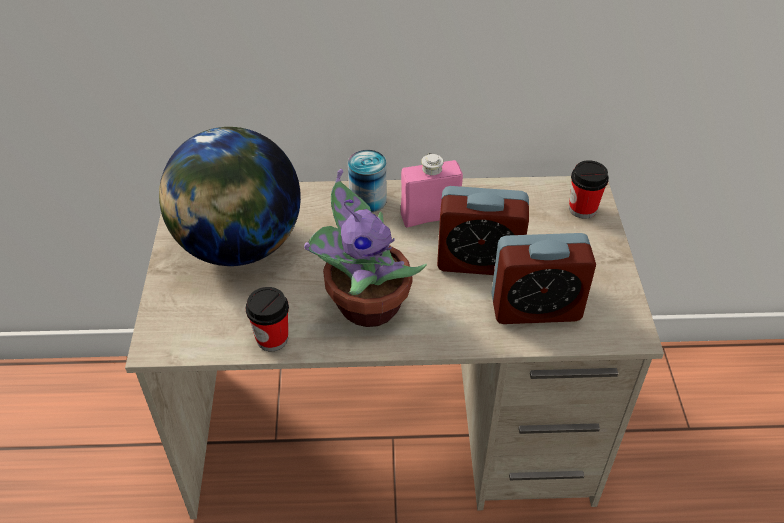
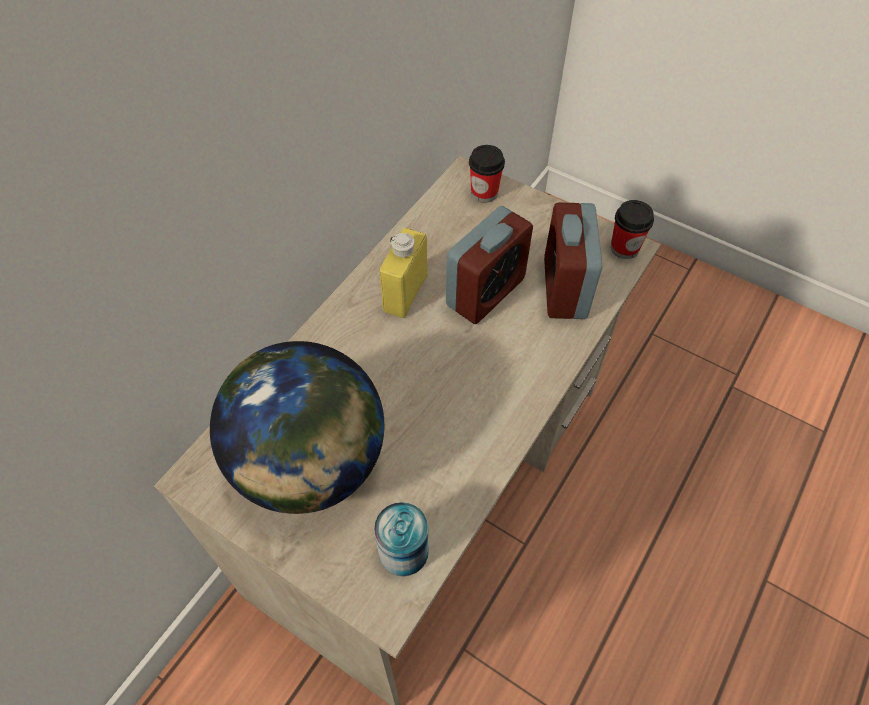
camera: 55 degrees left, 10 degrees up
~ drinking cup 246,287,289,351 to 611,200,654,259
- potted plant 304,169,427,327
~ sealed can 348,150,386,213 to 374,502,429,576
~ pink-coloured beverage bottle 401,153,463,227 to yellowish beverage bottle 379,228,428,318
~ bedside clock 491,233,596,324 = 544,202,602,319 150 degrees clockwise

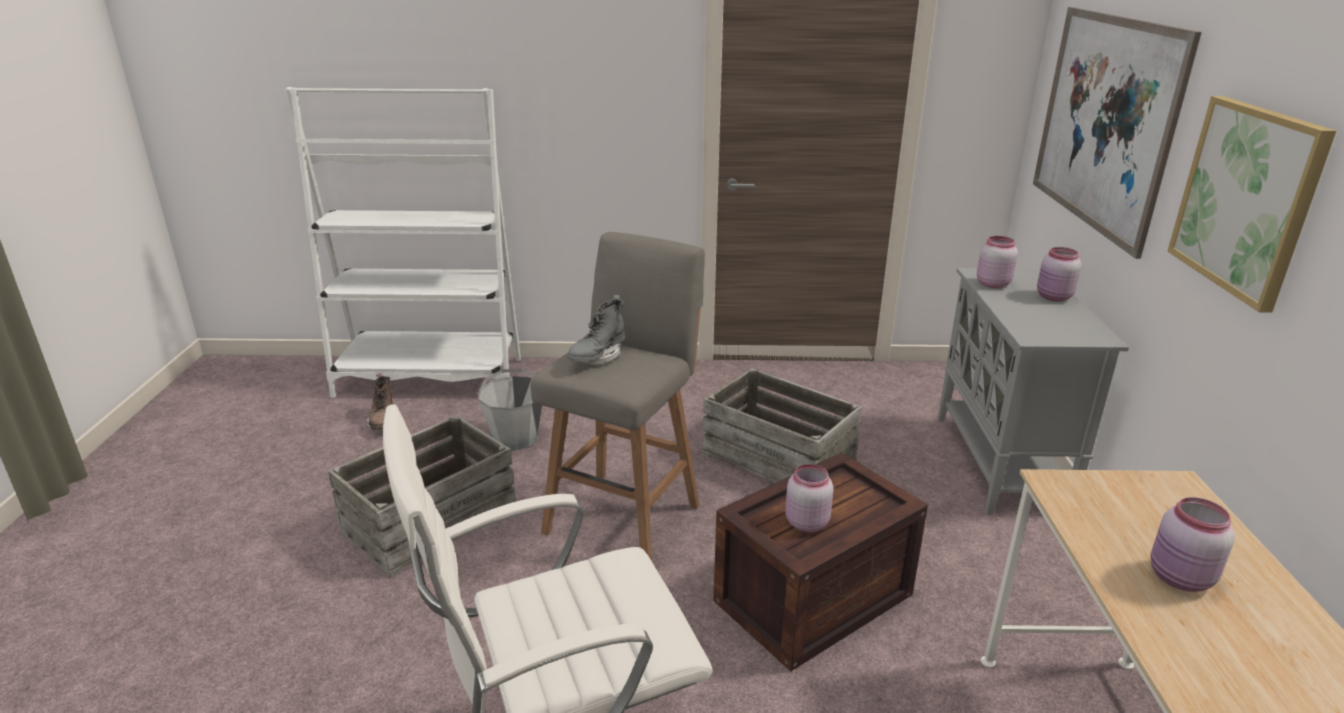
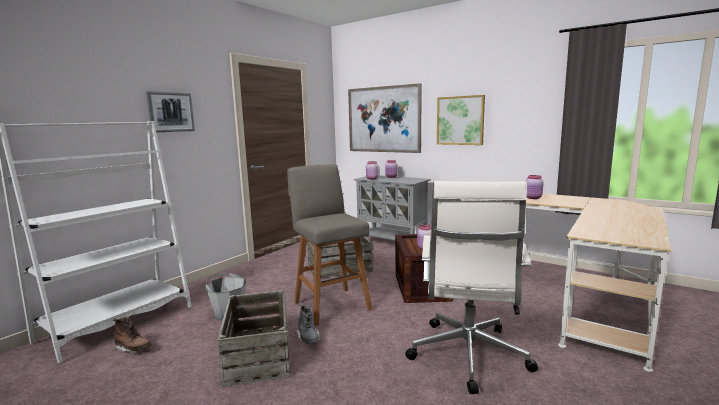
camera: 55 degrees left, 15 degrees down
~ grey boot 567,295,625,365 to 295,304,320,344
+ wall art 146,91,195,132

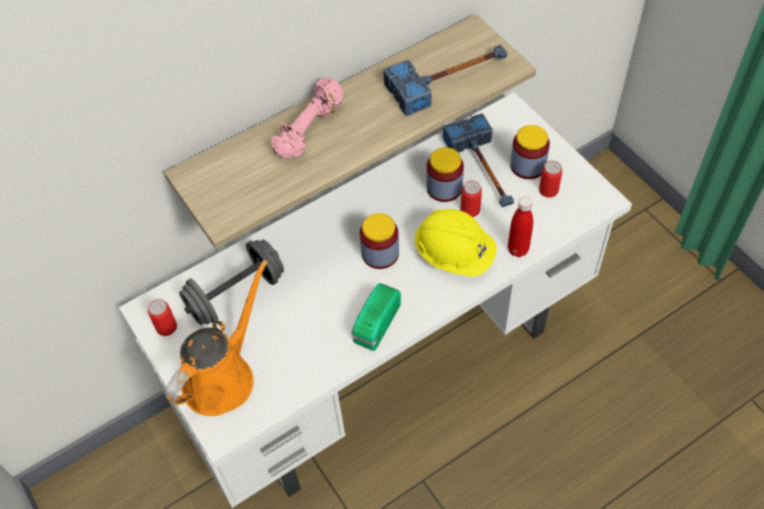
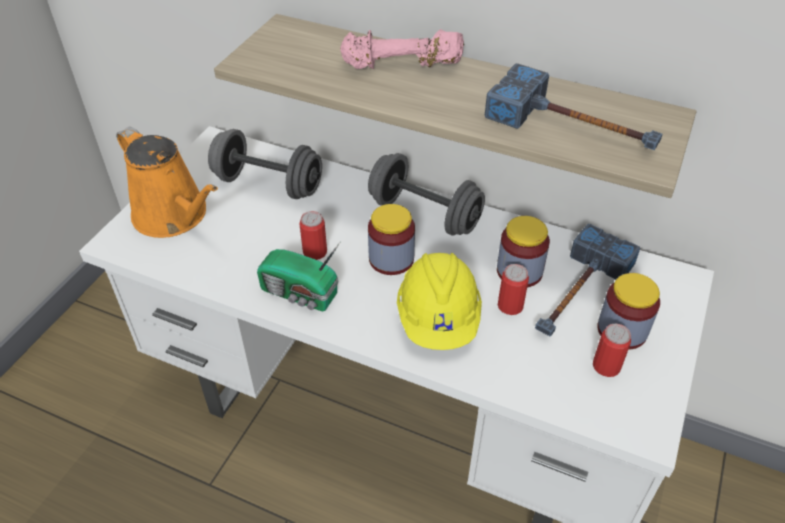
camera: 55 degrees right, 10 degrees down
~ sealed can 148,299,177,336 to 300,211,327,260
~ orange watering can 166,260,268,416 = 116,126,218,238 45 degrees clockwise
~ radio receiver 351,283,401,351 = 257,242,340,311 150 degrees counterclockwise
- red beverage bottle 508,196,533,257
+ grey free weight 368,153,485,236

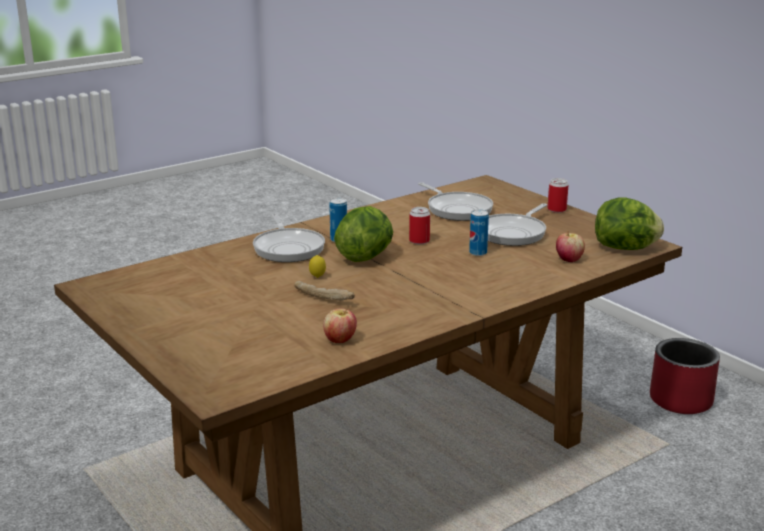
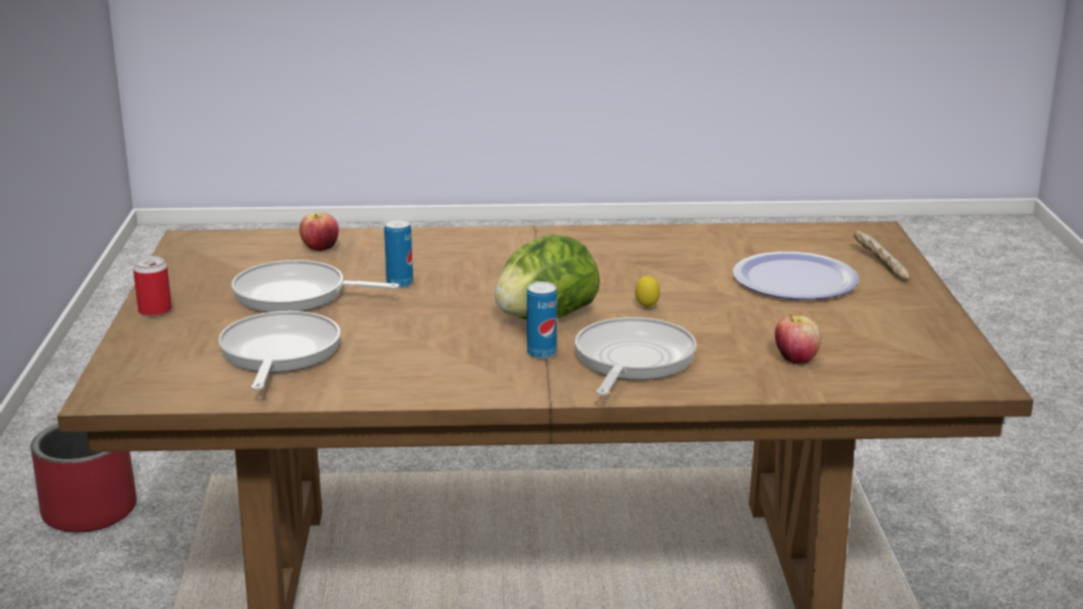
camera: 145 degrees left, 0 degrees up
~ bakery bread 294,281,355,301 to 854,230,909,281
~ apple fruit 323,308,357,343 to 775,313,821,364
- sealed can 409,207,430,244
~ frying pan 488,203,547,246 = 231,260,399,313 150 degrees counterclockwise
- lettuce head 595,197,664,250
+ plate 733,251,859,300

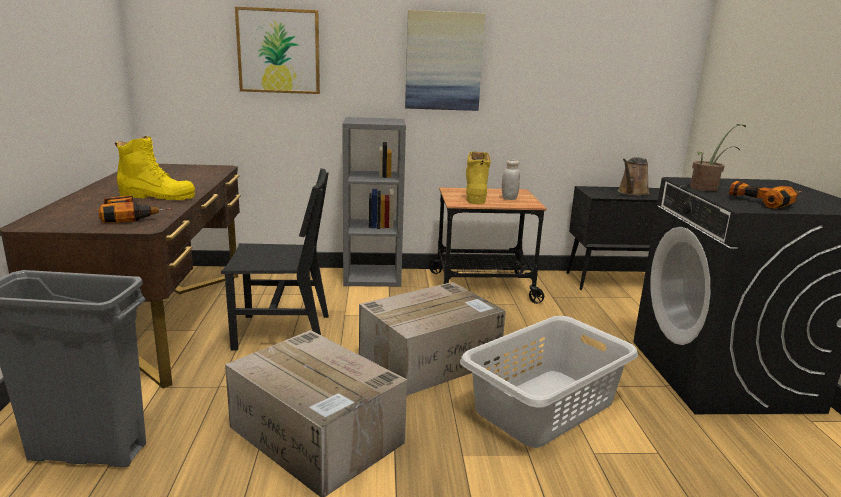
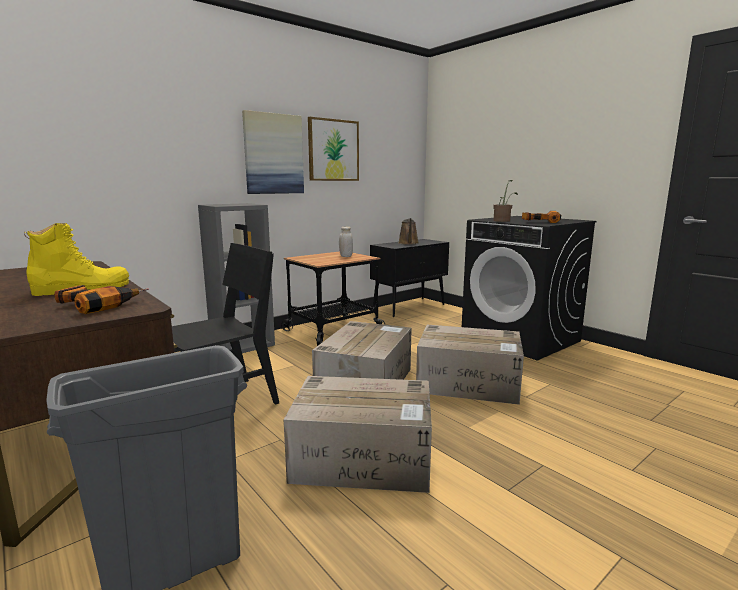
camera: 35 degrees left, 5 degrees down
~ wall art 235,7,320,94 to 308,117,359,181
~ grey laundry basket 460,316,638,448 to packing box 416,325,524,405
- yellowish boot 466,151,491,204

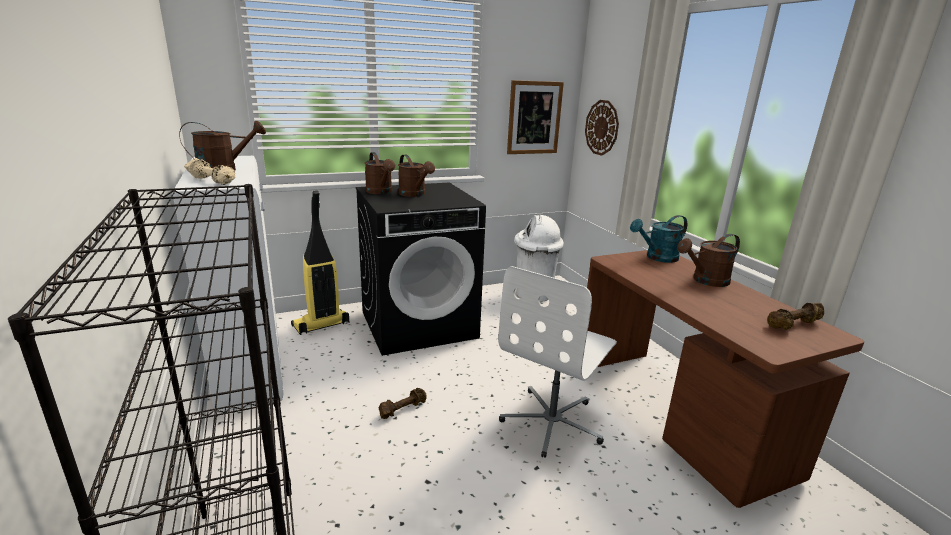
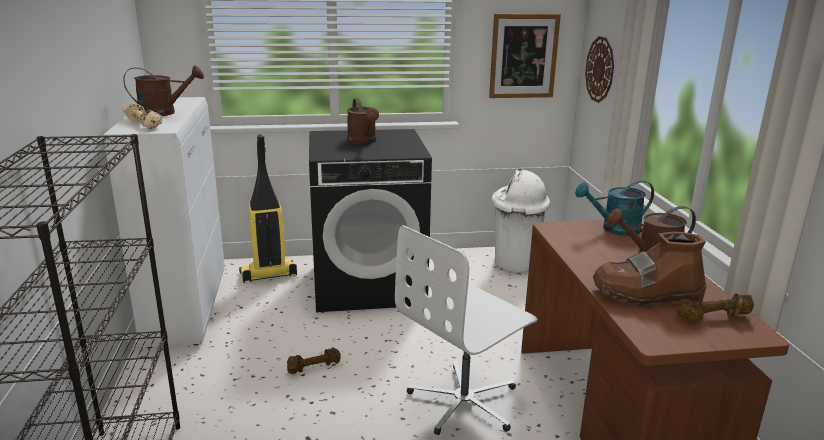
camera: 15 degrees right, 0 degrees up
- brown-coloured watering can 365,152,395,194
+ brown-coloured boot 593,232,707,306

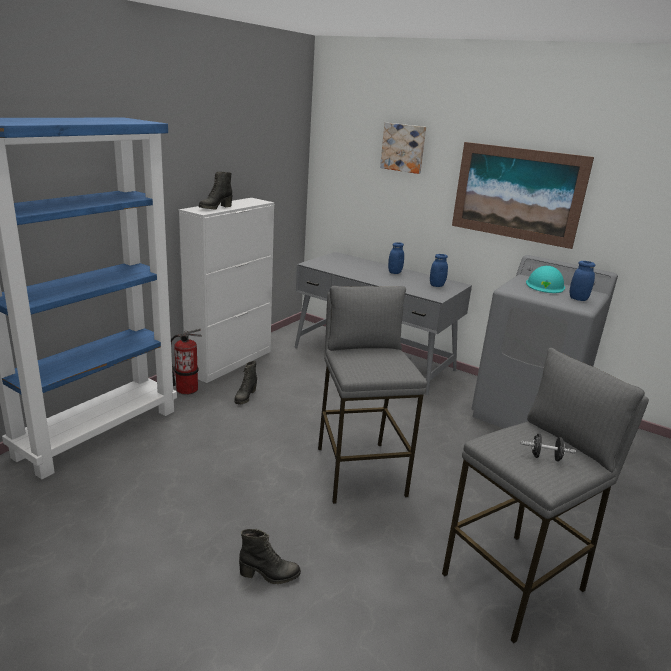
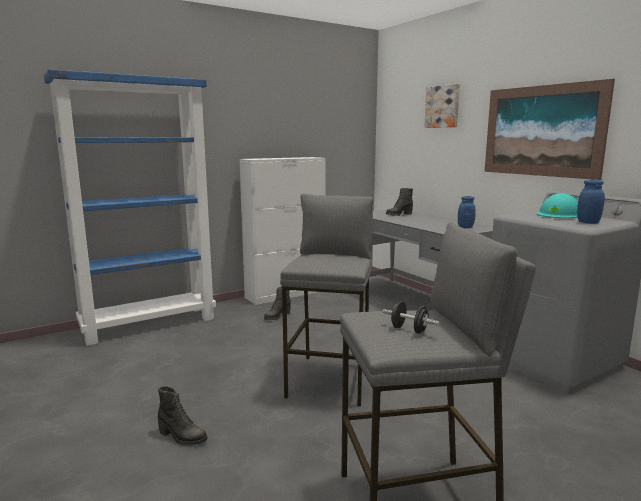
camera: 25 degrees right, 10 degrees down
- fire extinguisher 171,329,202,395
~ blackish boot 199,172,232,209 to 386,188,413,216
- blue storage jar 388,242,404,274

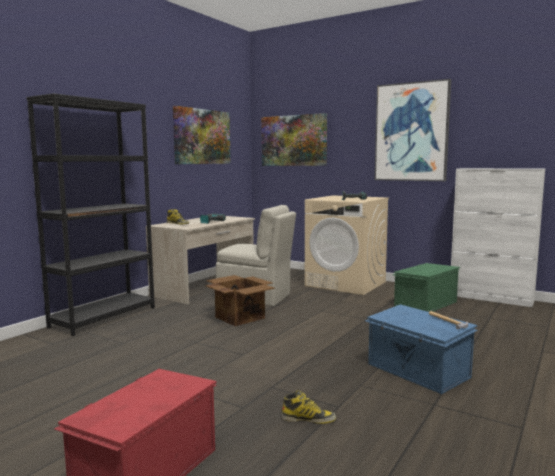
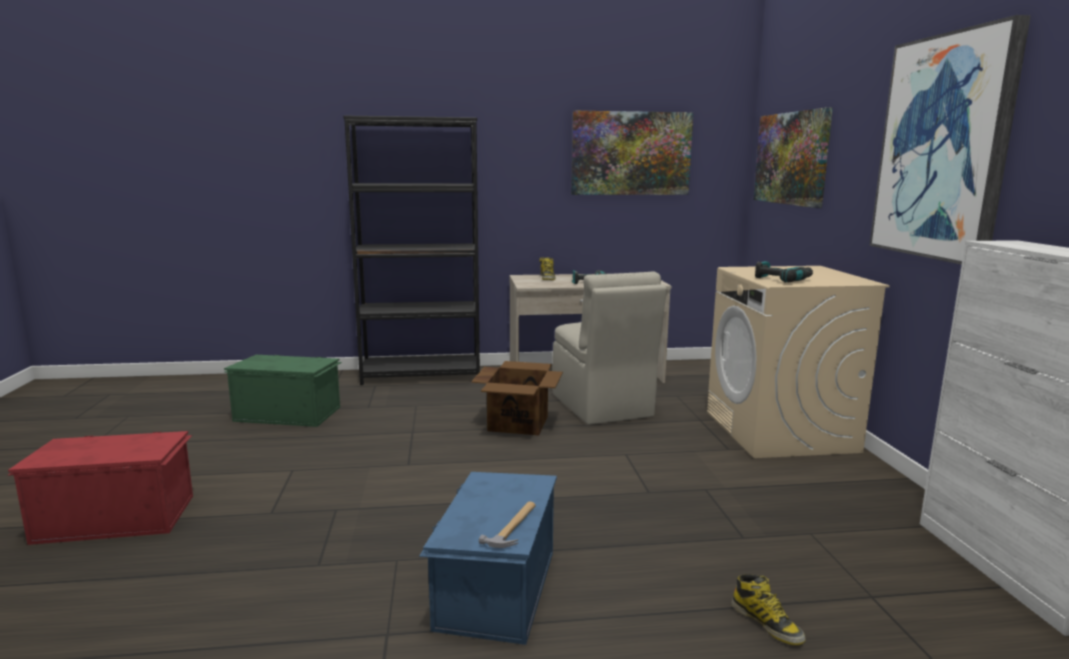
camera: 50 degrees right, 5 degrees up
~ boot 281,390,336,424 to 731,574,806,645
~ green-coloured storage box 393,263,460,312 to 224,355,342,427

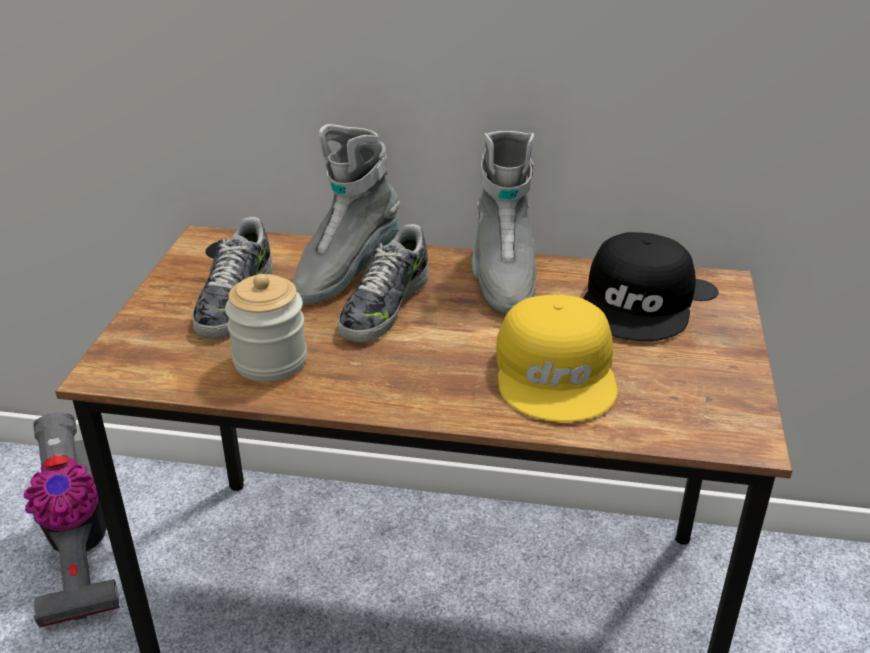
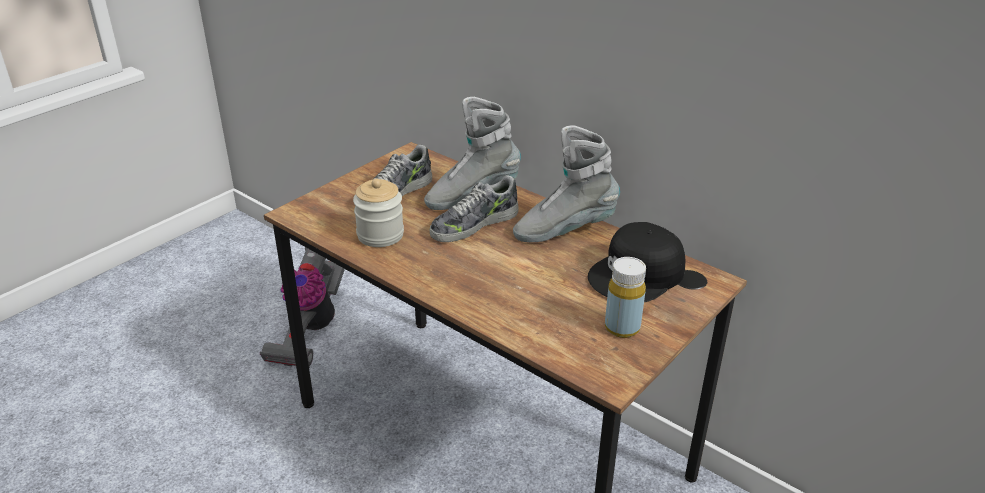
camera: 30 degrees right, 0 degrees up
~ grey boot 472,131,536,314 = 513,125,620,242 45 degrees clockwise
- yellowish baseball cap 496,295,618,422
+ yellowish beverage bottle 605,257,646,338

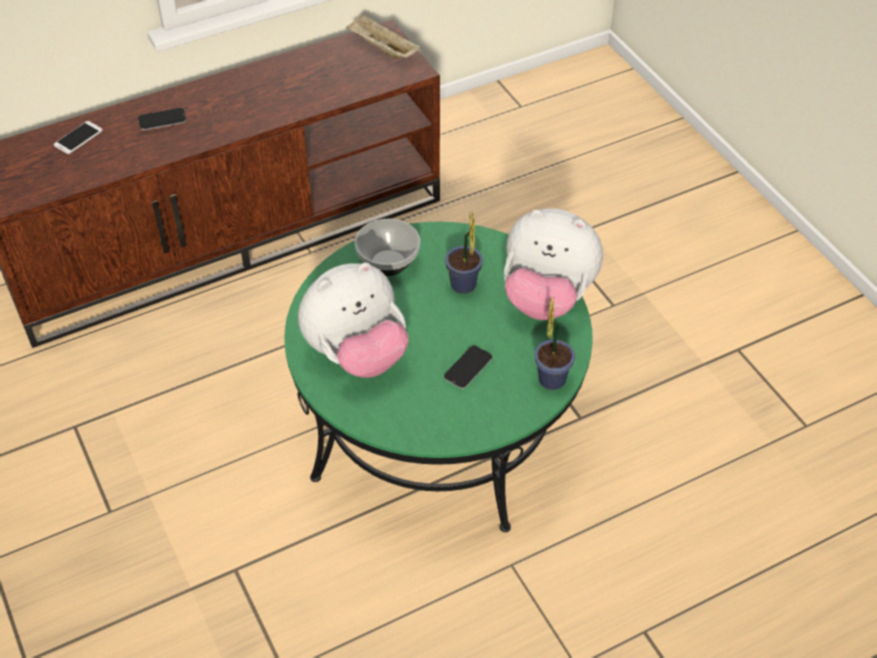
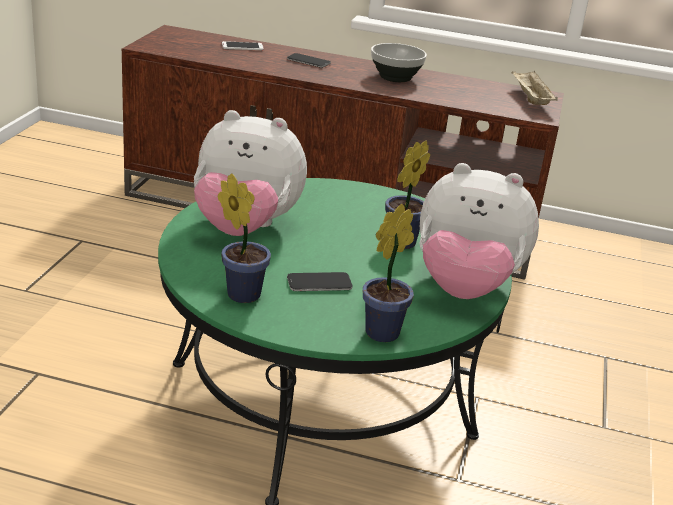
camera: 40 degrees right, 20 degrees down
~ bowl 355,219,420,276 to 371,43,427,82
~ plush toy 504,208,603,320 = 419,163,539,299 45 degrees counterclockwise
+ potted plant 218,173,271,303

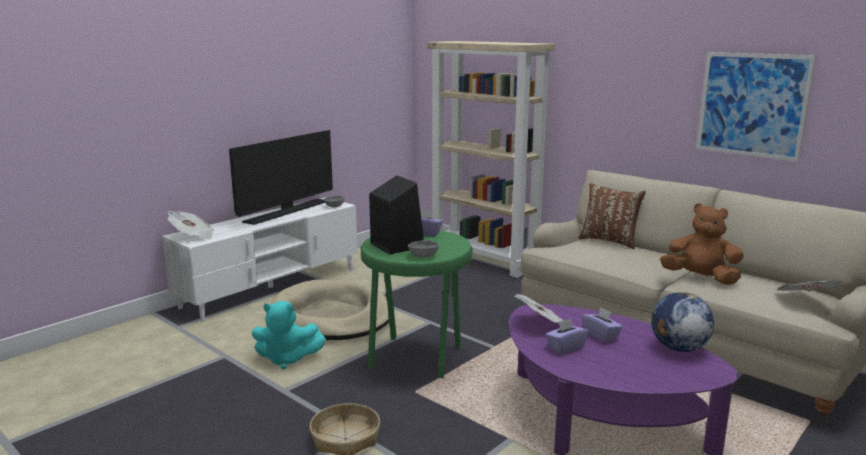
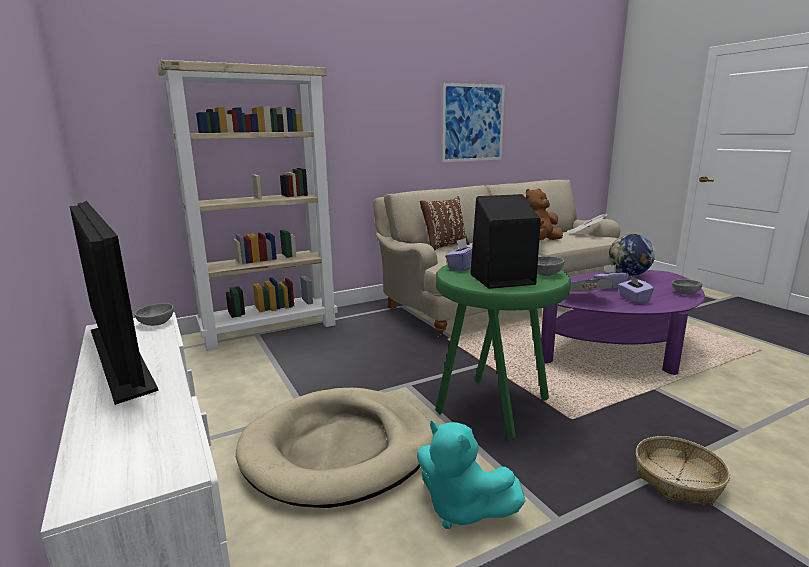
camera: 70 degrees left, 0 degrees up
- printed paper 168,211,214,240
~ blue-green plush toy 252,301,326,369 = 417,421,526,529 105 degrees clockwise
+ grey bowl 672,279,703,295

